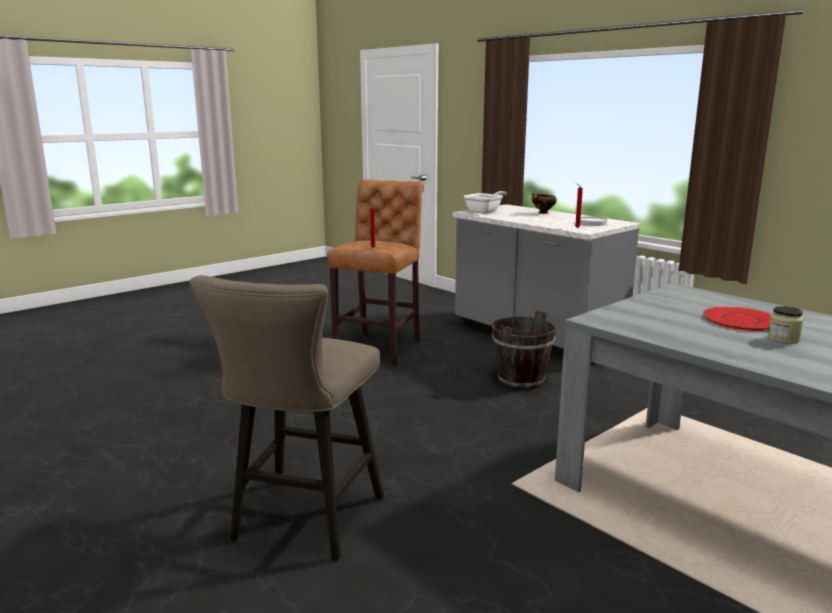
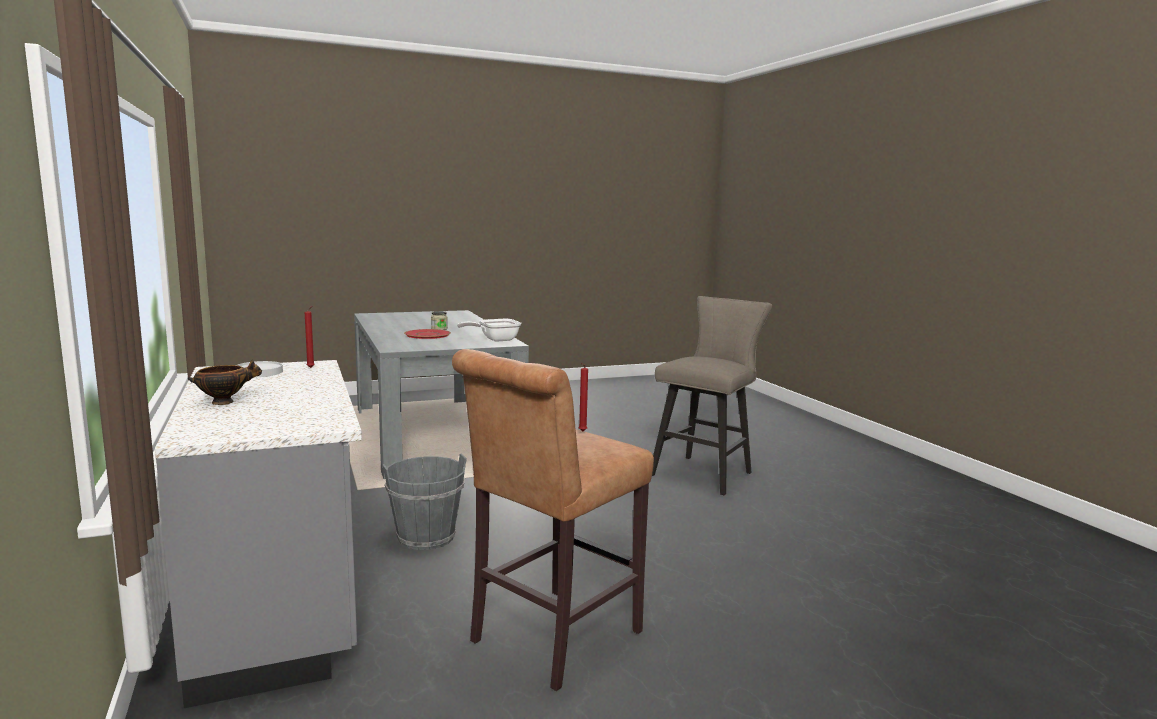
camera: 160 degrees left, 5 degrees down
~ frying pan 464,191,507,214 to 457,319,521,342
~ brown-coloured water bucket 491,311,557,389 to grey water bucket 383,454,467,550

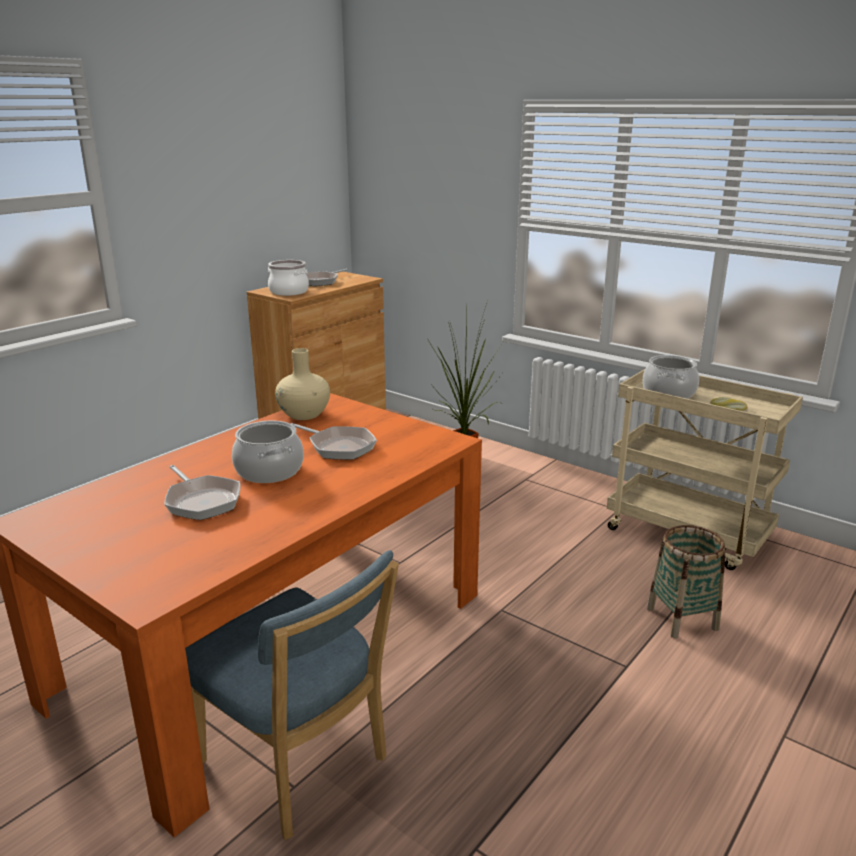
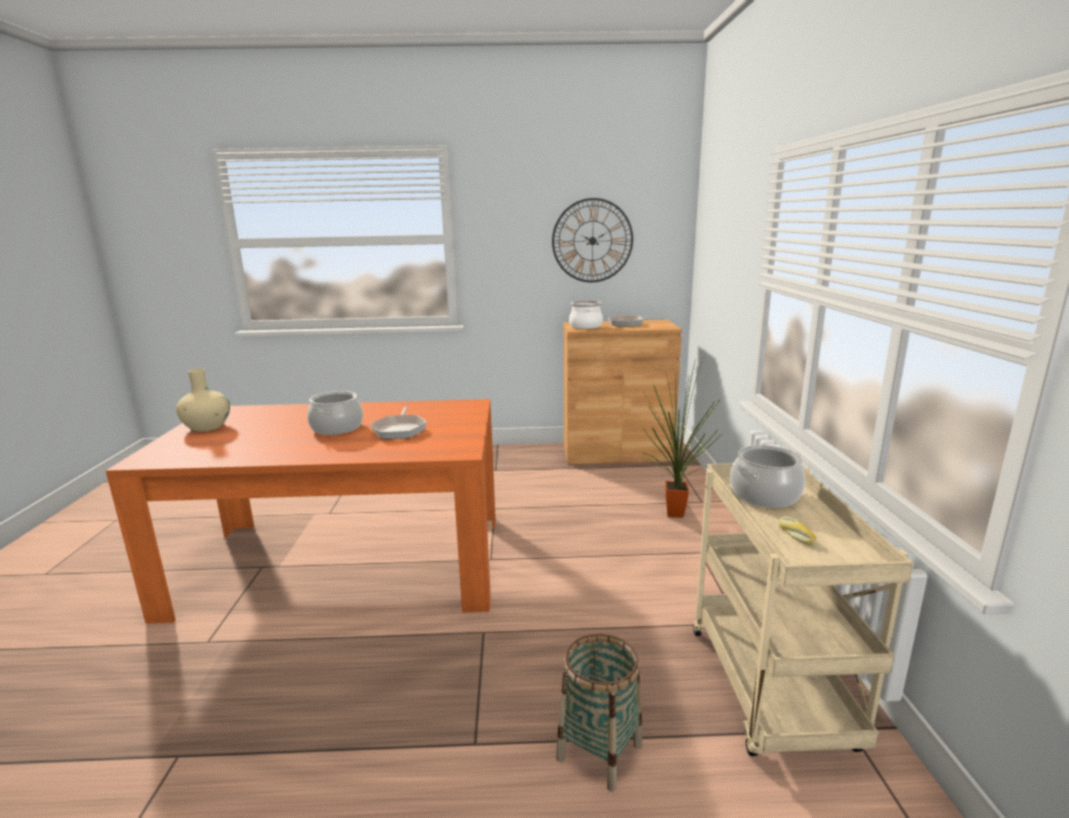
camera: 50 degrees right, 5 degrees down
- frying pan 164,465,241,520
- blue chair 185,550,399,840
~ sand-coloured flower vase 275,348,330,420 to 176,369,230,432
+ hanging clock 552,198,633,282

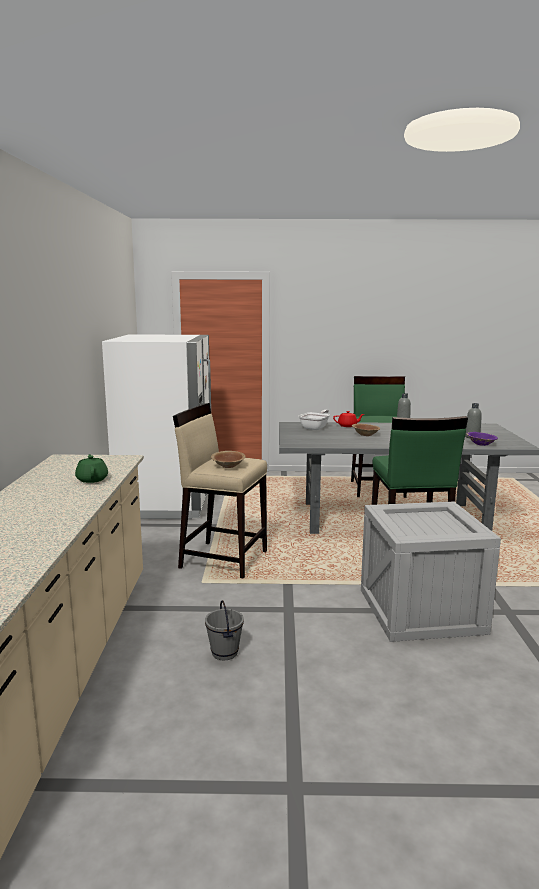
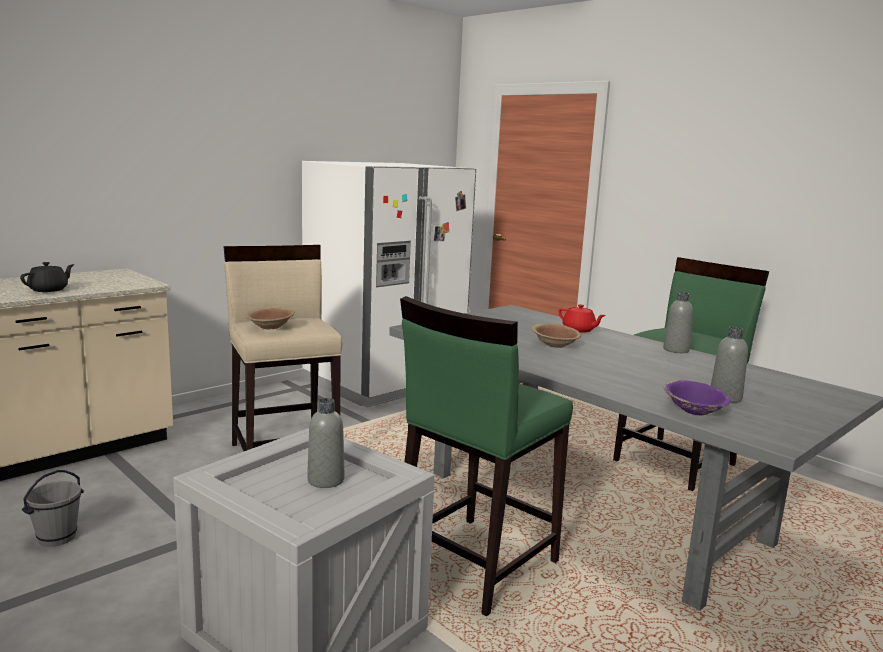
camera: 45 degrees right, 0 degrees up
~ green-coloured tea pot 75,454,108,483 to blackish tea pot 20,262,74,292
- frying pan 299,410,330,430
+ grey beverage bottle 307,398,344,488

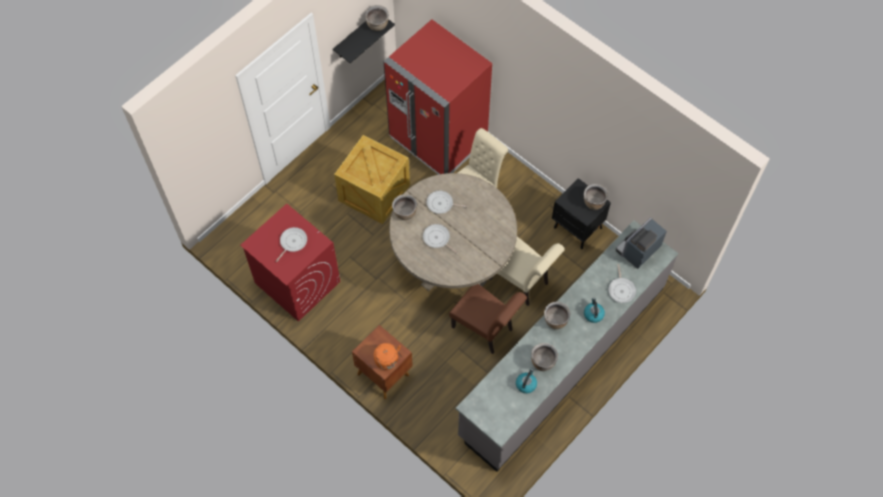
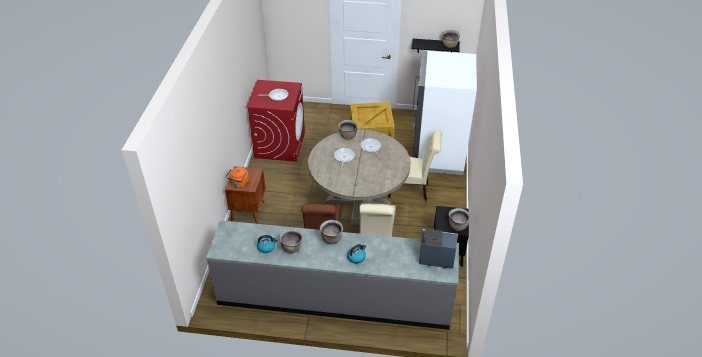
camera: 55 degrees right, 20 degrees down
~ red refrigerator 384,19,492,175 to white refrigerator 412,50,477,175
- frying pan 608,264,636,303

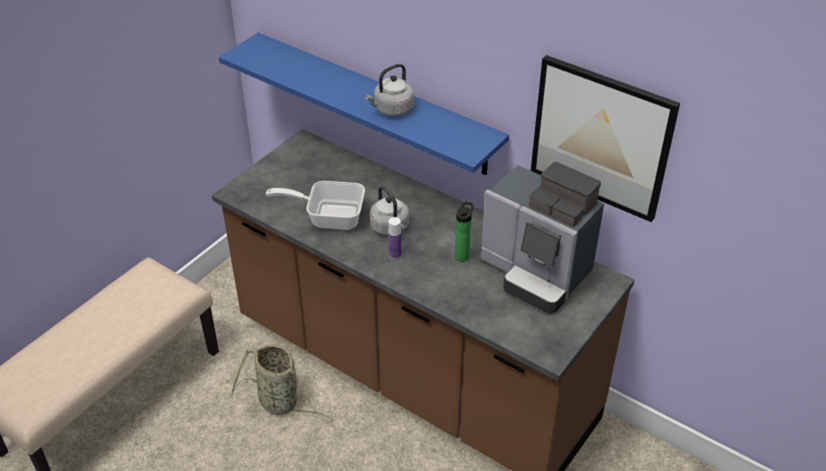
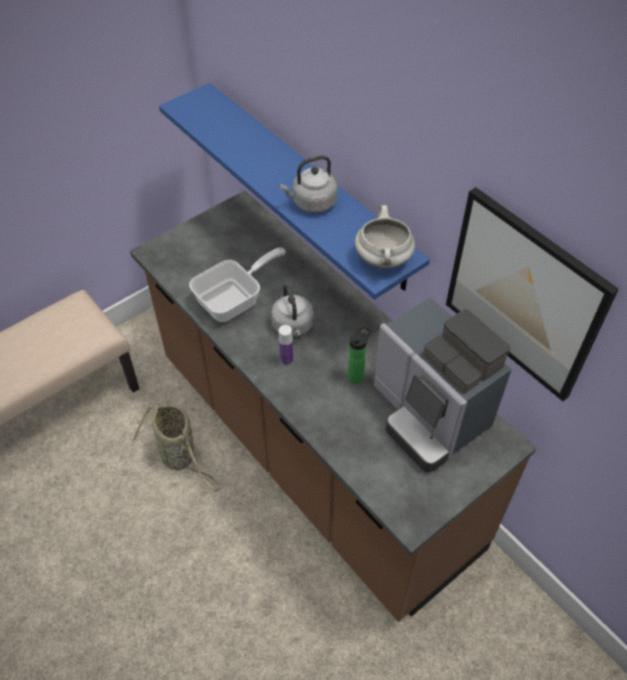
camera: 15 degrees right, 10 degrees up
~ frying pan 266,181,365,230 = 189,248,286,322 120 degrees clockwise
+ white saucepot 355,205,415,269

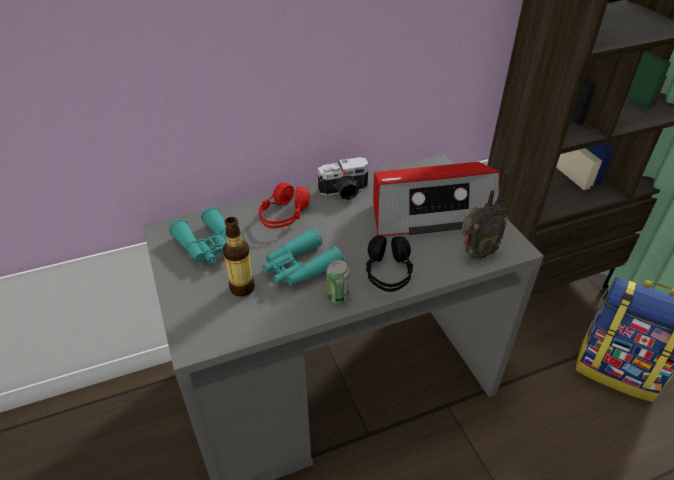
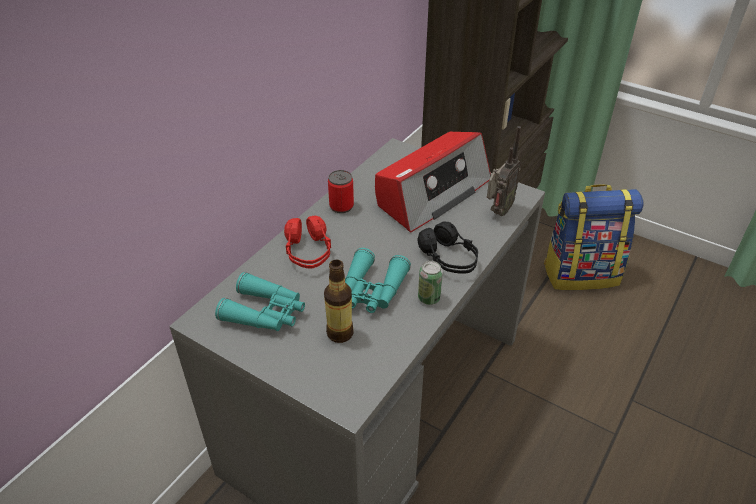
camera: 35 degrees left, 0 degrees up
~ photo camera 318,157,369,200 to sealed can 328,170,354,213

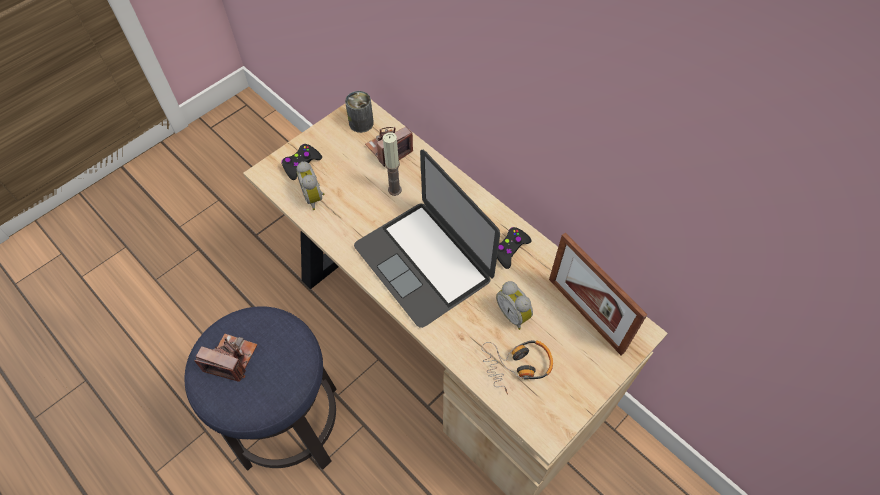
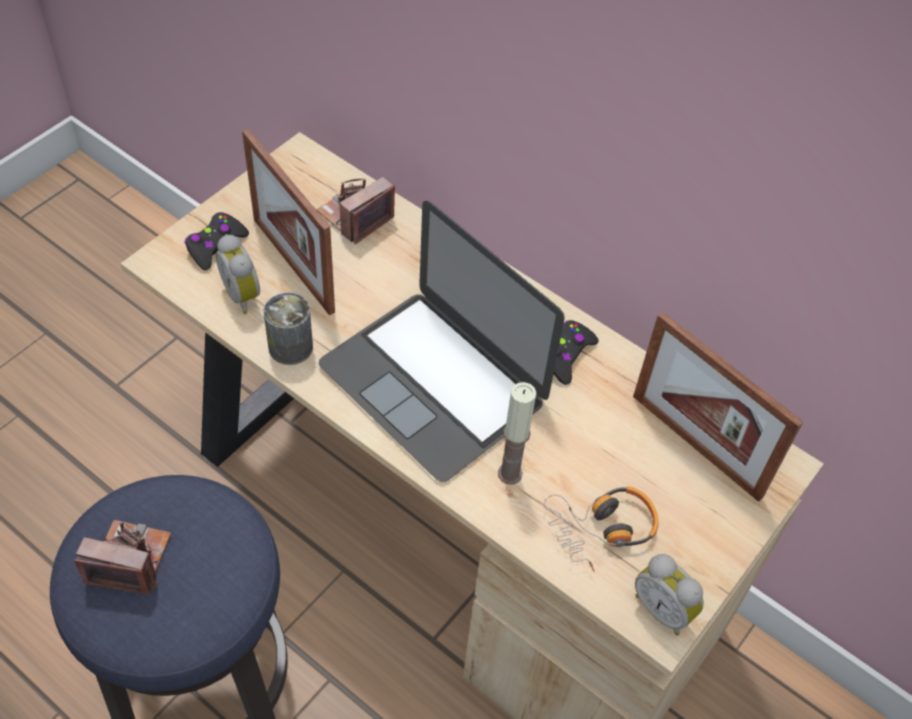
camera: 10 degrees left, 5 degrees down
~ sealed can 345,91,374,133 to 263,293,313,365
~ candle 383,132,402,196 to 498,382,536,485
~ bedside clock 496,281,533,330 to 635,554,704,636
+ picture frame 242,129,335,315

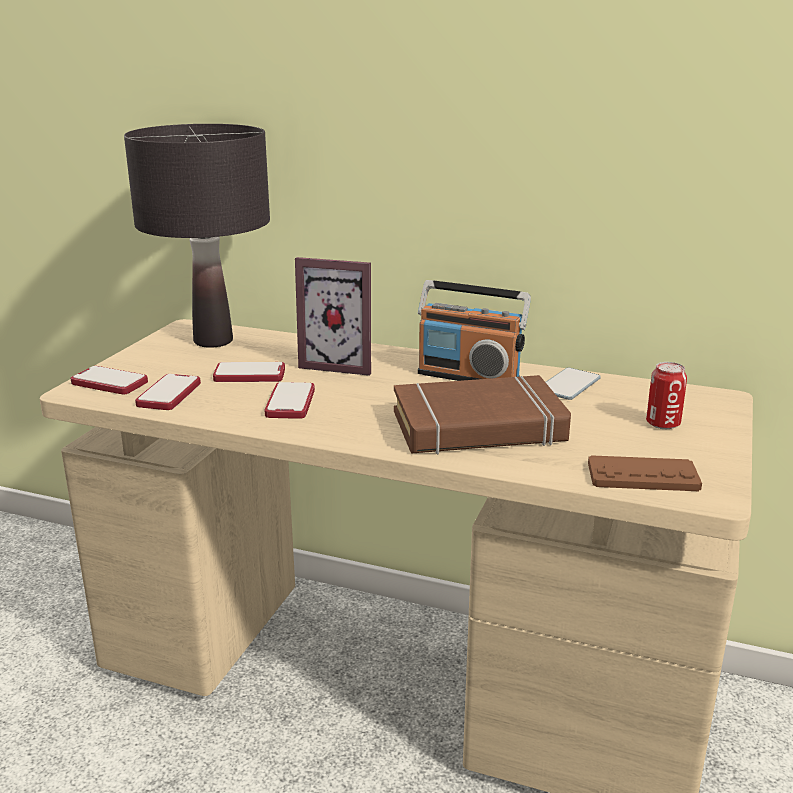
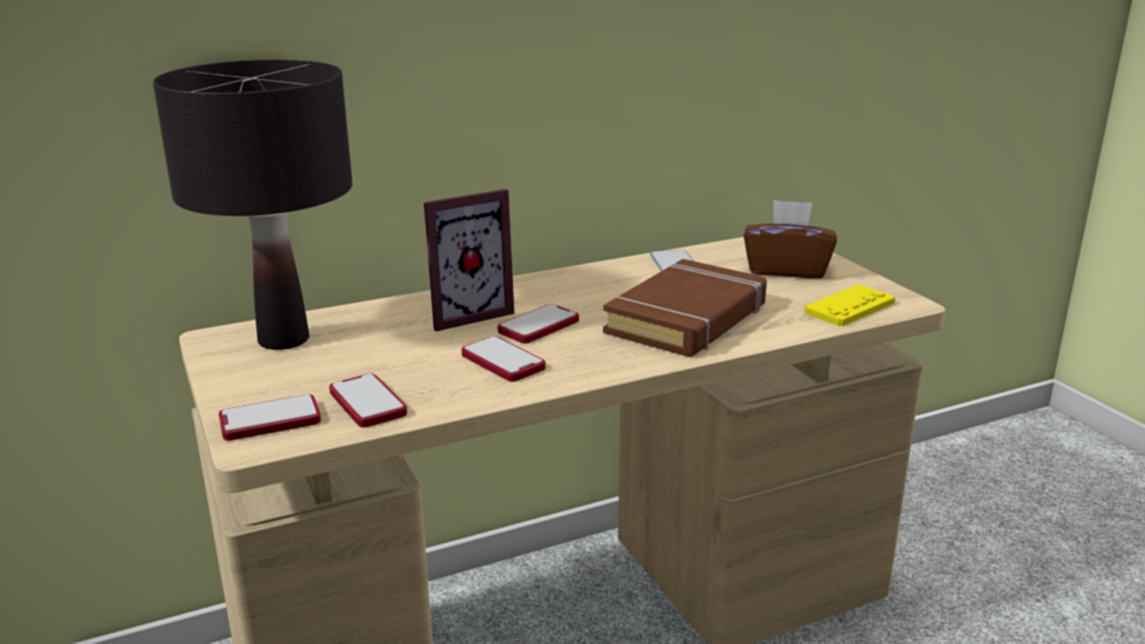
camera: 45 degrees left, 0 degrees up
~ phone 213,362,285,382 to 498,304,579,344
- radio receiver 418,280,531,381
~ brown-coloured game controller 588,455,702,491 to yellowish game controller 804,285,895,326
~ sealed can 646,362,687,429 to brown-coloured tissue holder 743,200,837,279

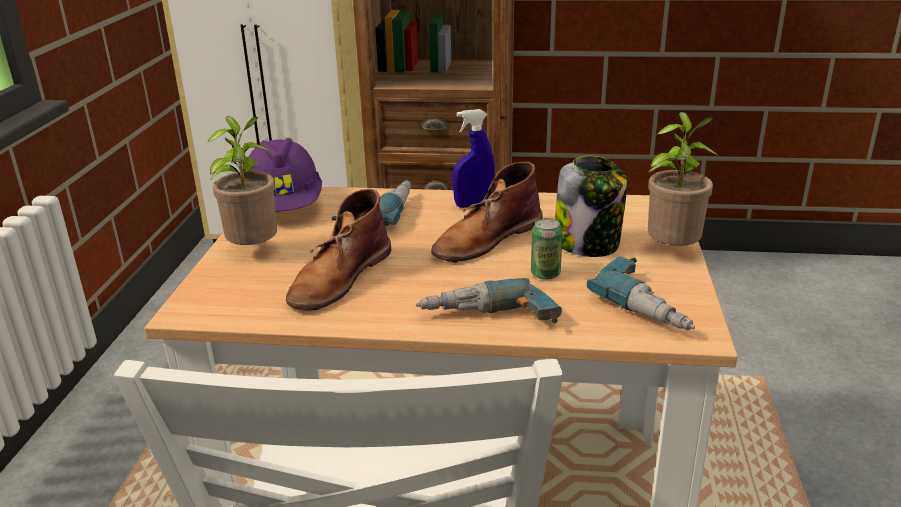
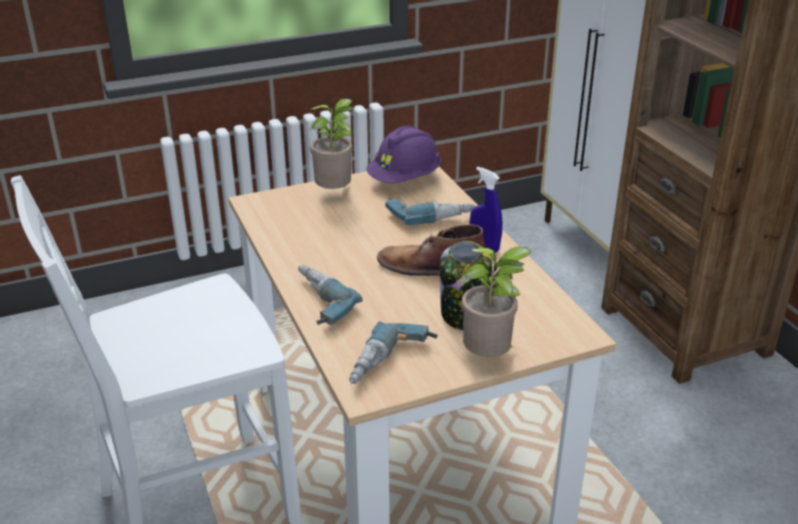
camera: 60 degrees right, 5 degrees up
- brown-coloured boot 286,189,391,310
- sealed can 531,218,563,280

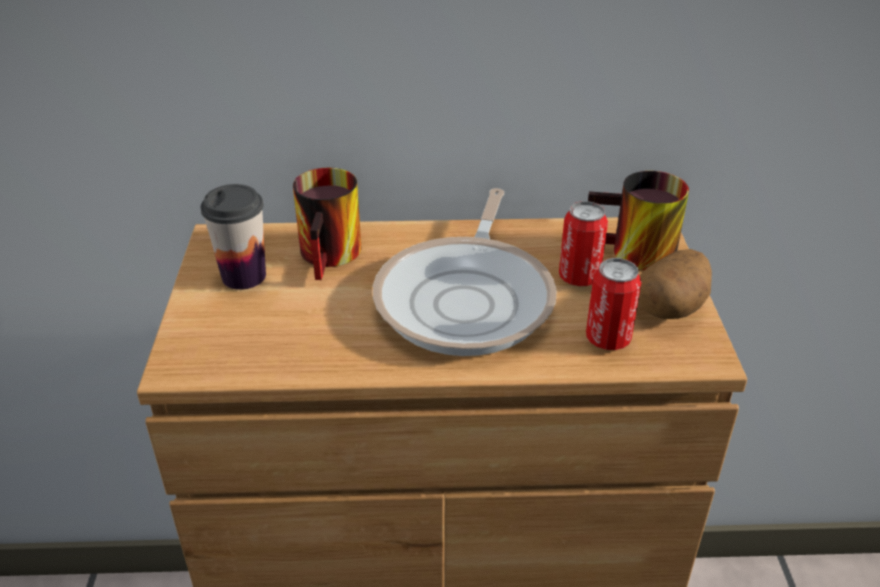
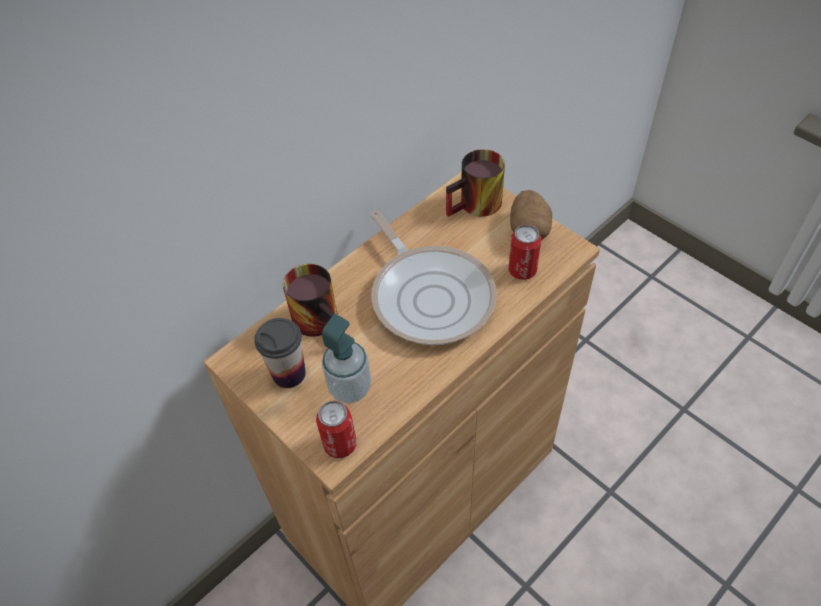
camera: 40 degrees left, 15 degrees up
~ sealed can 559,201,608,286 to 316,401,356,458
+ soap bottle 322,314,371,403

